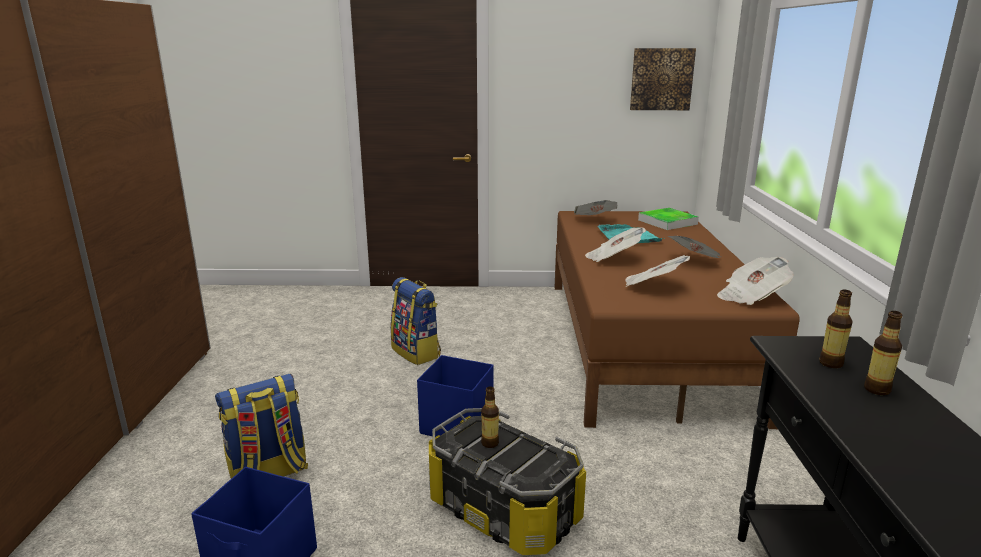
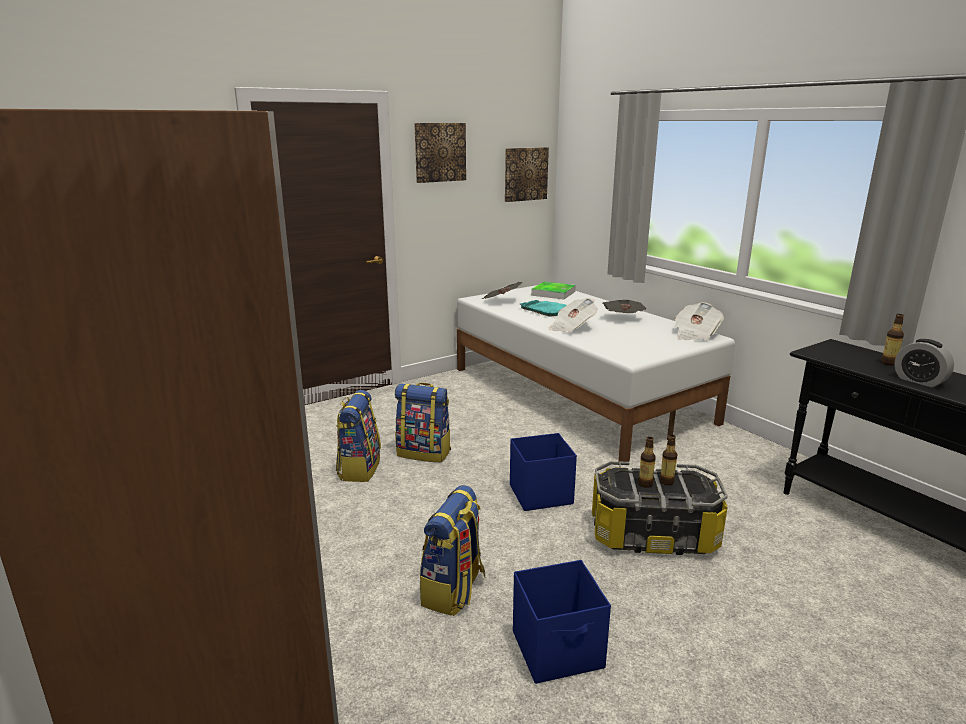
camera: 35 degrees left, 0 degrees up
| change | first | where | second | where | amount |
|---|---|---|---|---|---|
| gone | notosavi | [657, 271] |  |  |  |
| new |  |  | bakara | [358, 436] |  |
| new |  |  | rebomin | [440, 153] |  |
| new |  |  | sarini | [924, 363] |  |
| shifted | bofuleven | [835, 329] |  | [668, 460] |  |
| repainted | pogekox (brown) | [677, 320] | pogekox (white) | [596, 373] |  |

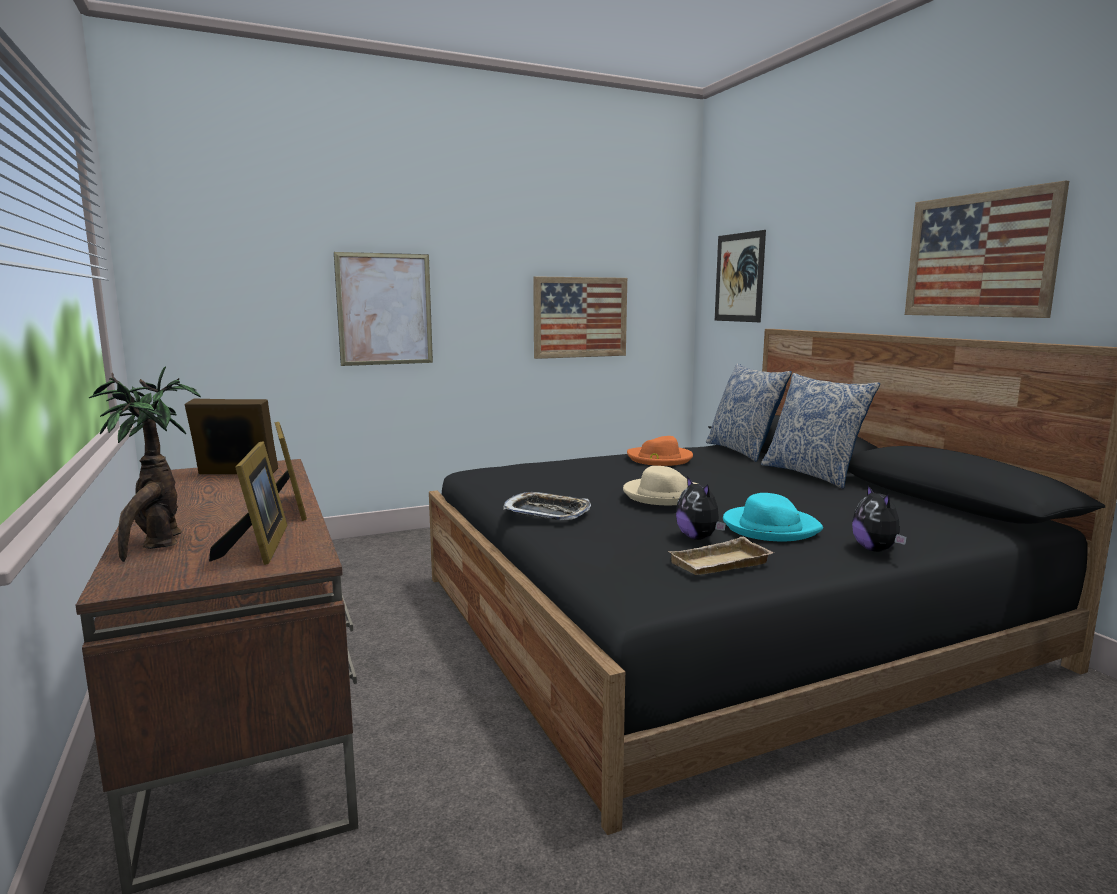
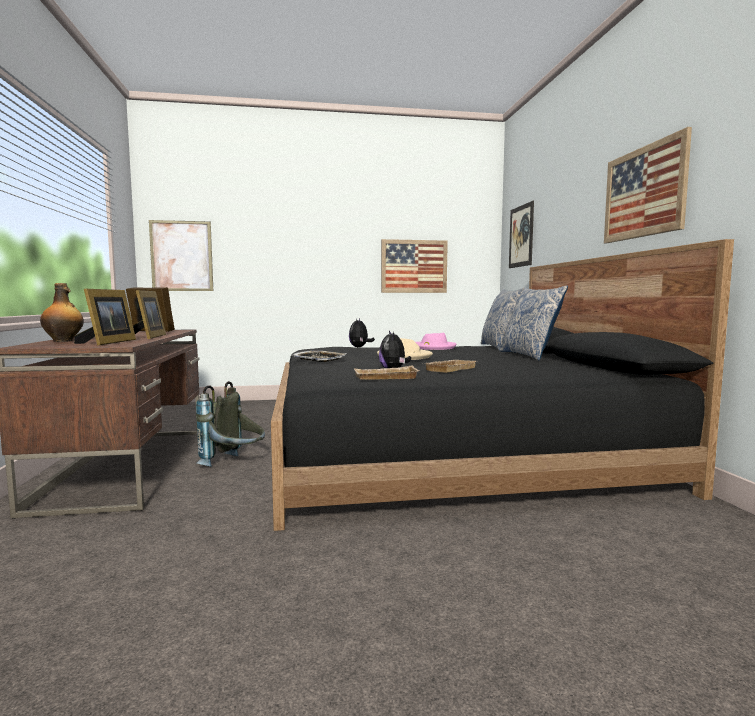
camera: 15 degrees right, 5 degrees down
| change | first | where | second | where | amount |
|---|---|---|---|---|---|
| new |  |  | bakara (grey) | [230, 424] |  |
| shifted | rebomin | [383, 309] |  | [181, 255] |  |
| shifted | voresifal | [879, 518] |  | [362, 332] |  |
| swapped | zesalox | [145, 464] | bofuleven | [62, 312] |  |
| swapped | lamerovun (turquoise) | [773, 517] | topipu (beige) | [450, 366] |  |
| repainted | lamerovun (orange) | [660, 451] | lamerovun (pink) | [436, 341] |  |

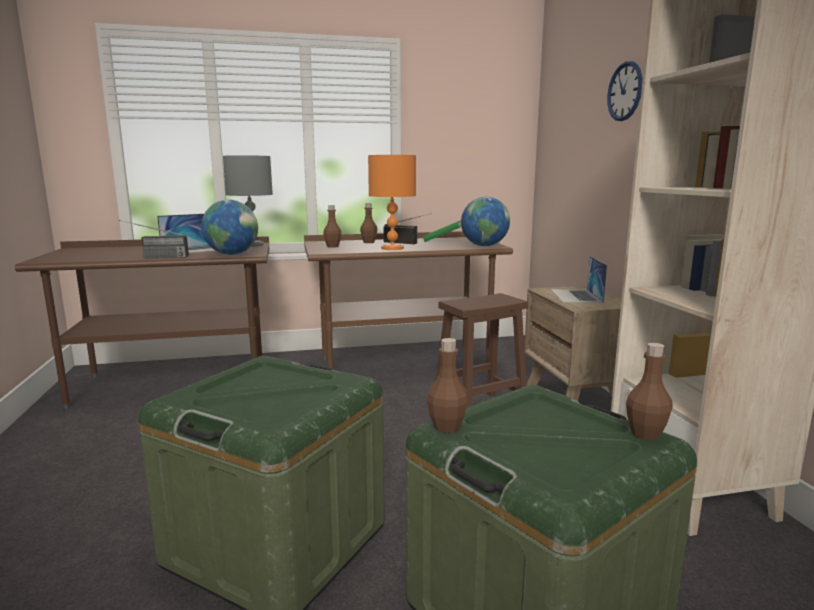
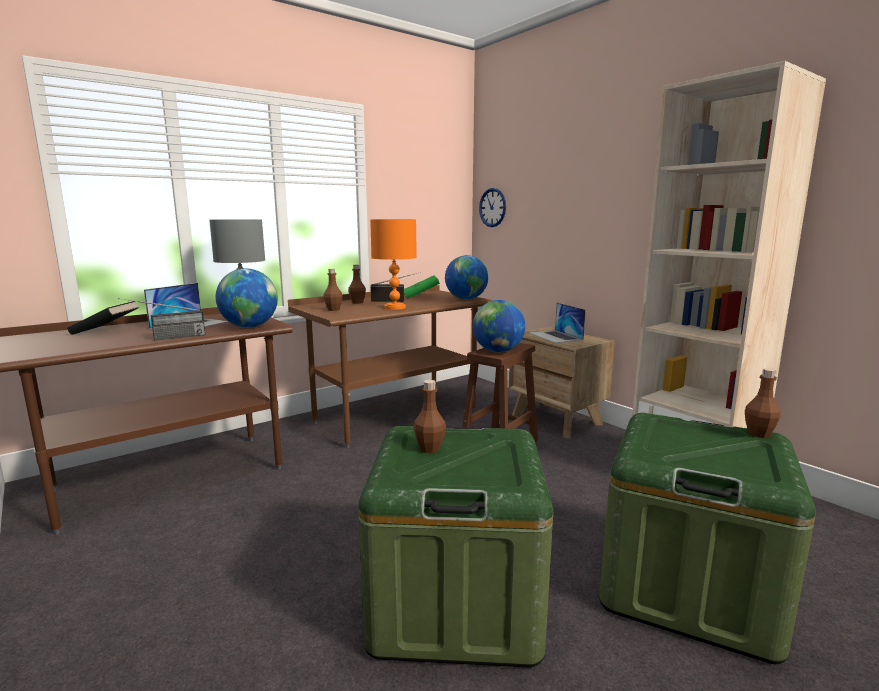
camera: 25 degrees left, 0 degrees up
| change | first | where | second | where | amount |
|---|---|---|---|---|---|
| new |  |  | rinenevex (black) | [103, 318] |  |
| new |  |  | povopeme | [499, 326] |  |
| shifted | bofuleven (brown) | [447, 385] |  | [430, 416] |  |
| shifted | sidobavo | [625, 91] |  | [492, 207] |  |

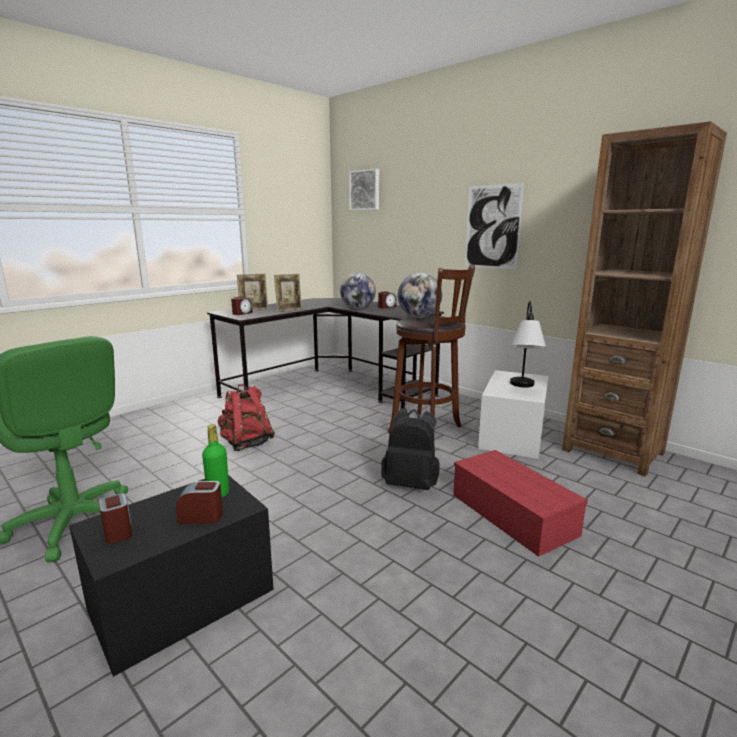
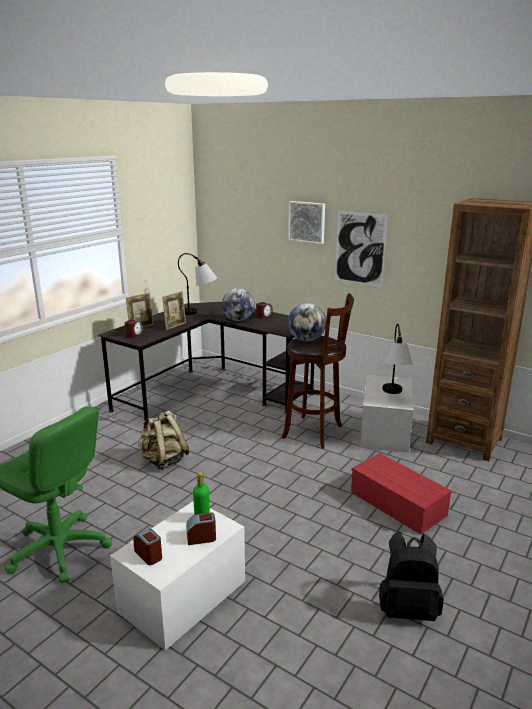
camera: 10 degrees left, 5 degrees up
| change | first | where | second | where | amount |
|---|---|---|---|---|---|
| new |  |  | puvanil | [197, 284] |  |
| shifted | rebomin | [364, 190] |  | [306, 222] |  |
| shifted | bakara (black) | [410, 449] |  | [411, 576] |  |
| repainted | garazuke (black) | [171, 576] | garazuke (white) | [177, 576] |  |
| repainted | bakara (red) | [246, 417] | bakara (beige) | [163, 440] |  |

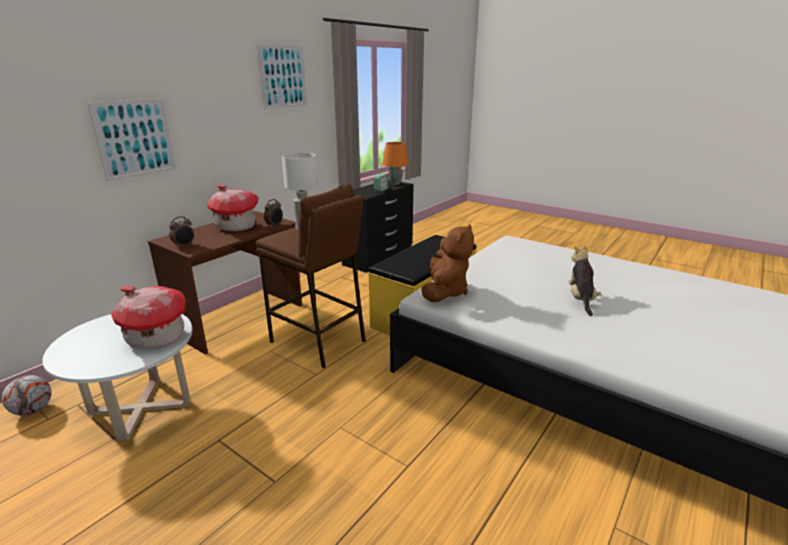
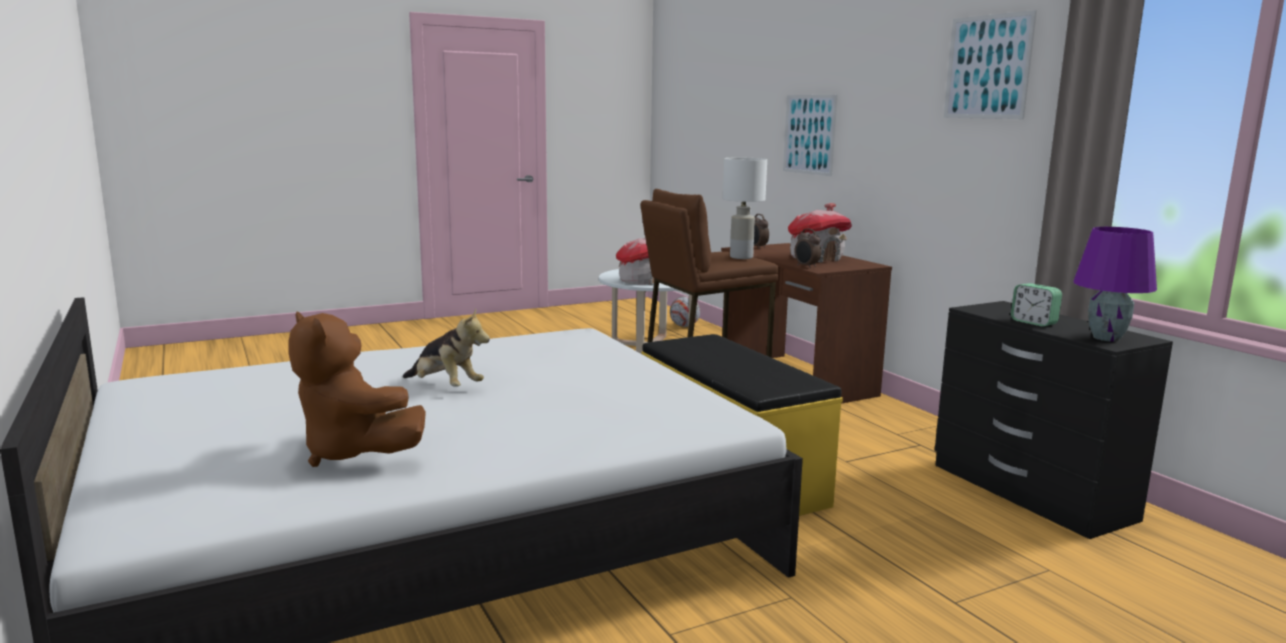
camera: 115 degrees right, 10 degrees down
| change | first | where | second | where | amount |
|---|---|---|---|---|---|
| shifted | voresifal (brown) | [447, 263] |  | [357, 389] |  |
| repainted | puvanil (orange) | [395, 163] | puvanil (purple) | [1115, 284] |  |

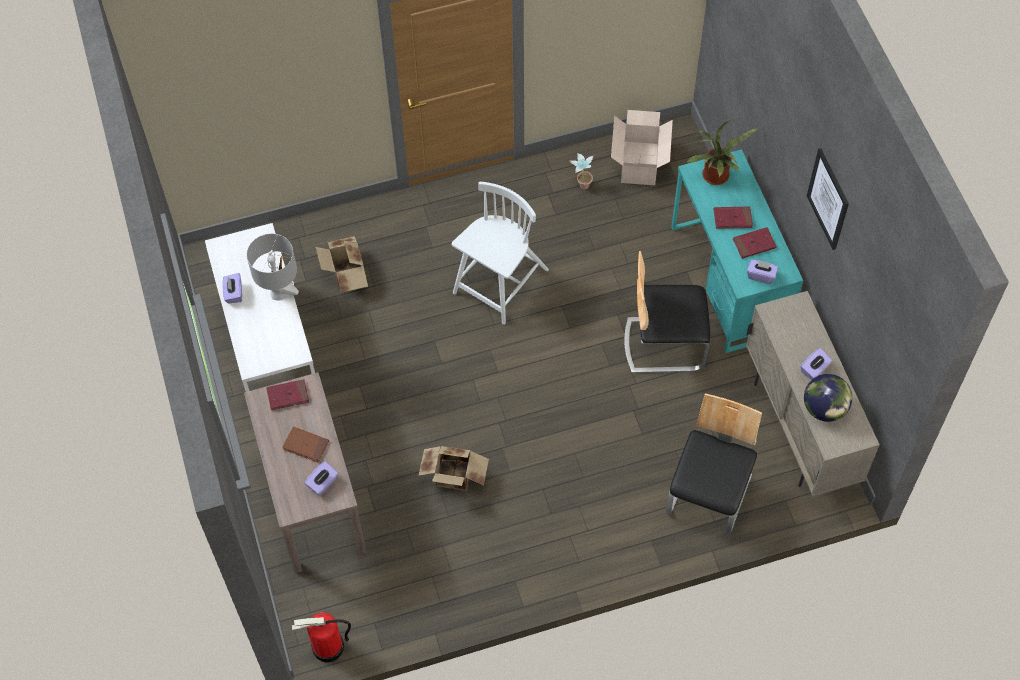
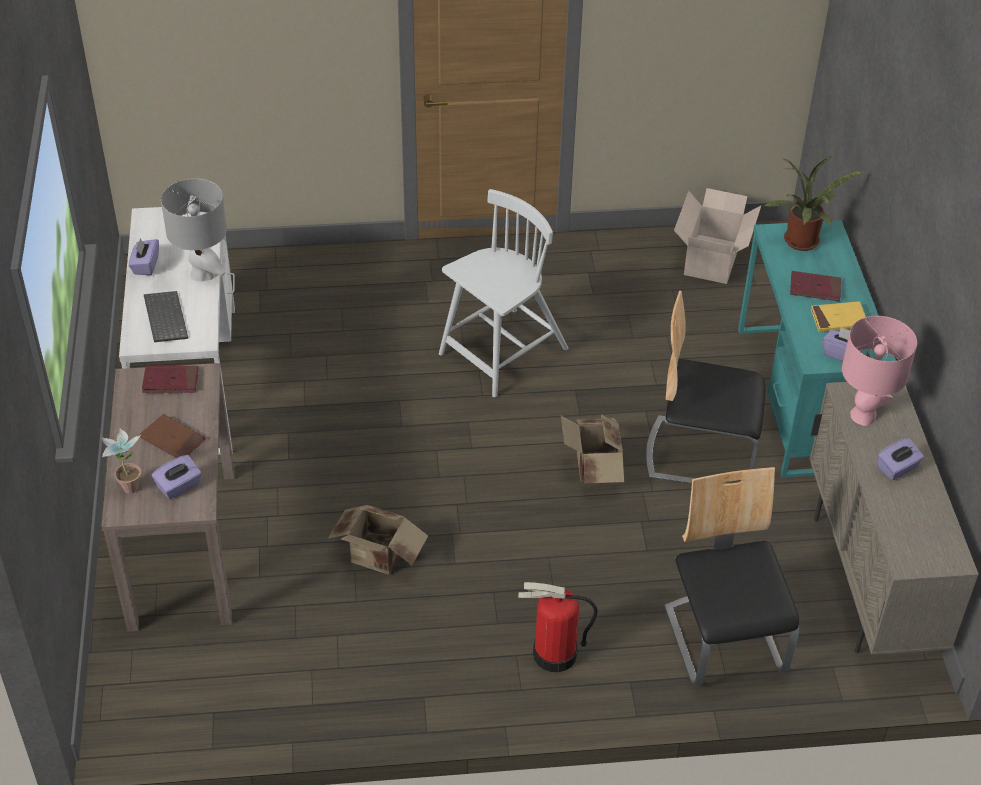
camera: 10 degrees right, 15 degrees down
| change | first | where | second | where | amount |
|---|---|---|---|---|---|
| gone | povopeme | [828, 398] |  |  |  |
| gone | rebomin | [828, 199] |  |  |  |
| new |  |  | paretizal | [166, 316] |  |
| new |  |  | puvanil (pink) | [879, 371] |  |
| shifted | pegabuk | [321, 637] |  | [557, 627] |  |
| shifted | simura | [341, 264] |  | [592, 449] |  |
| shifted | zesalox | [581, 171] |  | [121, 461] |  |
| repainted | rinenevex (red) | [755, 243] | rinenevex (yellow) | [838, 316] |  |
| rotated | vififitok | [714, 465] |  | [731, 577] | 45 degrees counterclockwise |

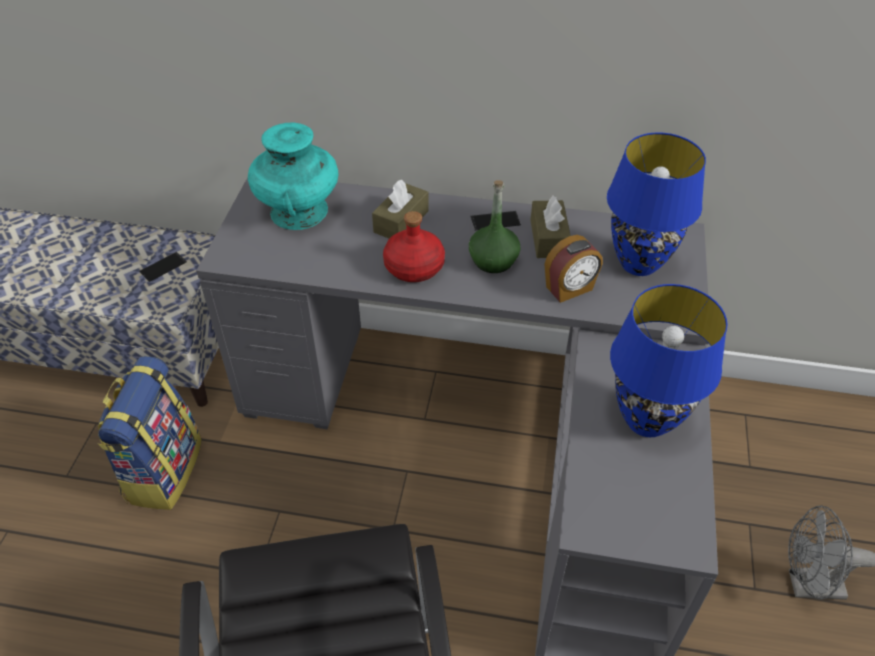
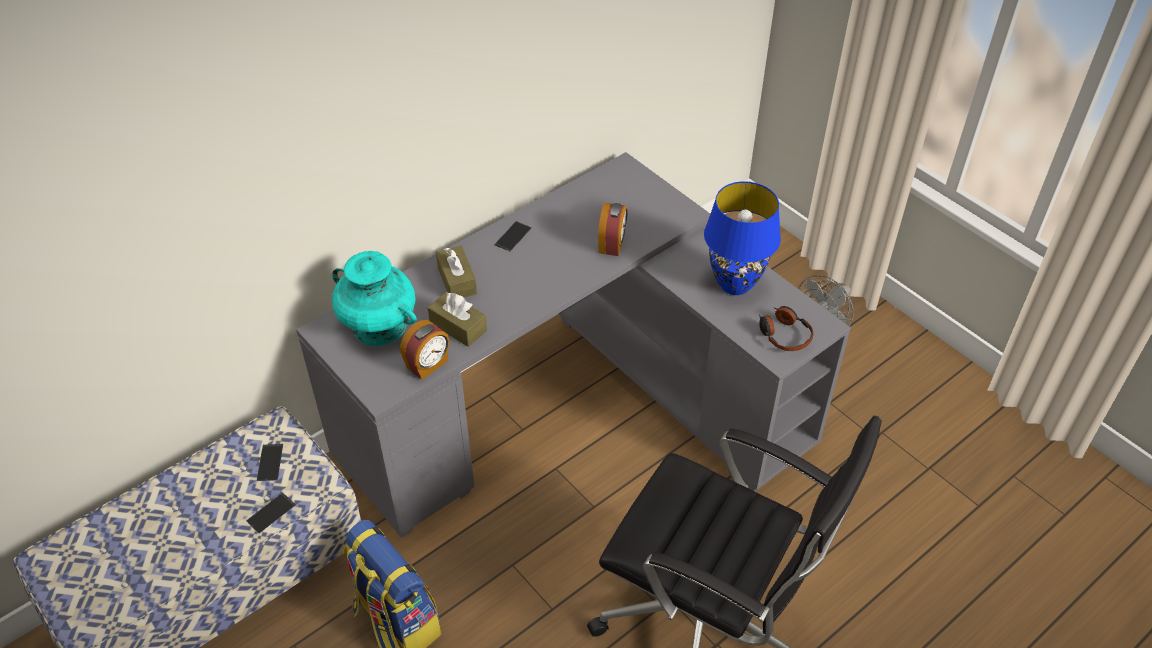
camera: 50 degrees left, 0 degrees up
| change | first | where | second | where | amount |
|---|---|---|---|---|---|
| gone | bofuleven (red) | [414, 246] |  |  |  |
| gone | bofuleven (green) | [495, 226] |  |  |  |
| gone | puvanil (blue) | [656, 204] |  |  |  |
| new |  |  | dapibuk | [271, 513] |  |
| new |  |  | sarini | [424, 350] |  |
| new |  |  | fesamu | [786, 328] |  |
| shifted | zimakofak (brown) | [550, 226] |  | [457, 319] |  |

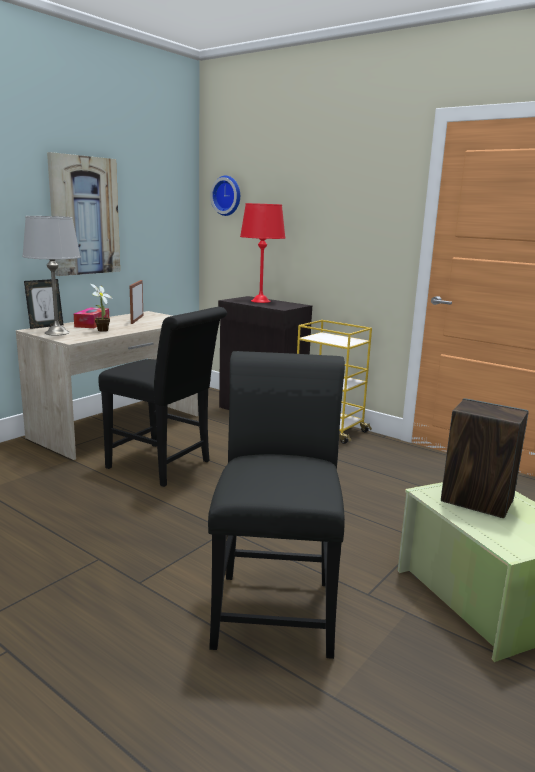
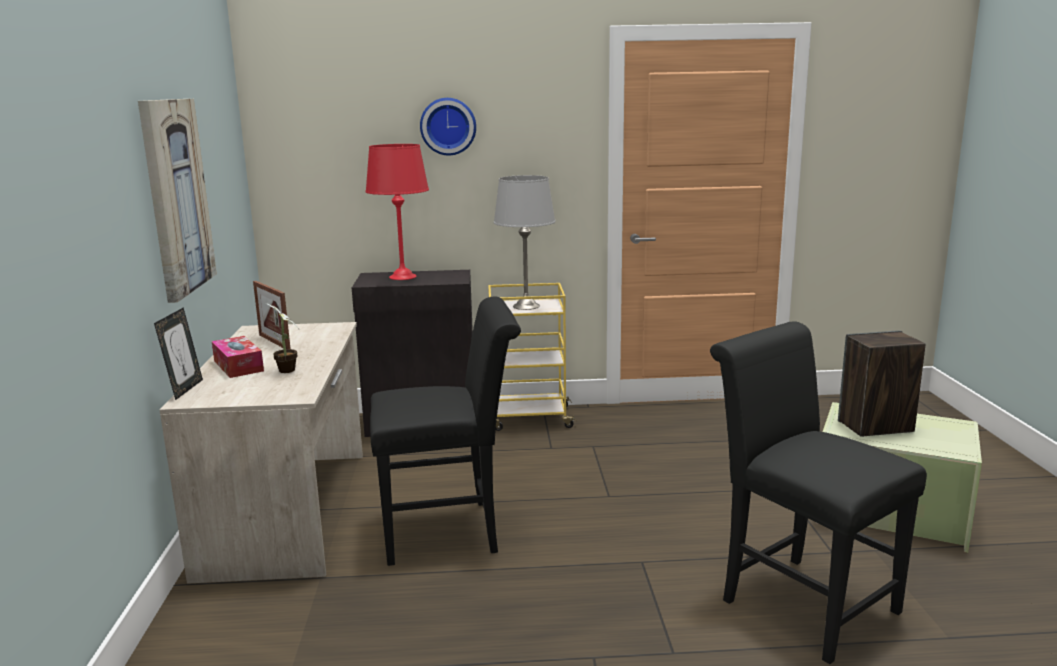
camera: 40 degrees left, 0 degrees up
| change | first | where | second | where | amount |
|---|---|---|---|---|---|
| shifted | puvanil (grey) | [51, 275] |  | [525, 242] |  |
| shifted | sidobavo | [225, 195] |  | [448, 126] |  |

